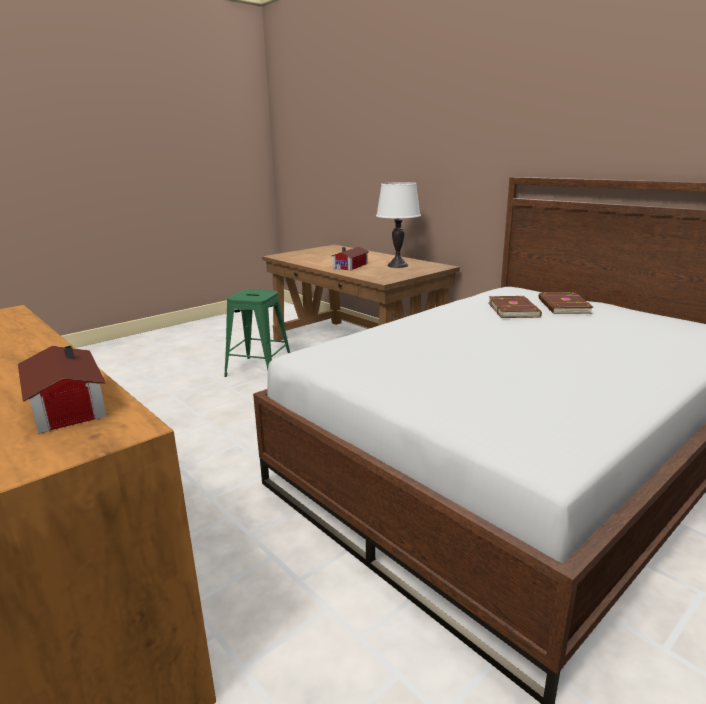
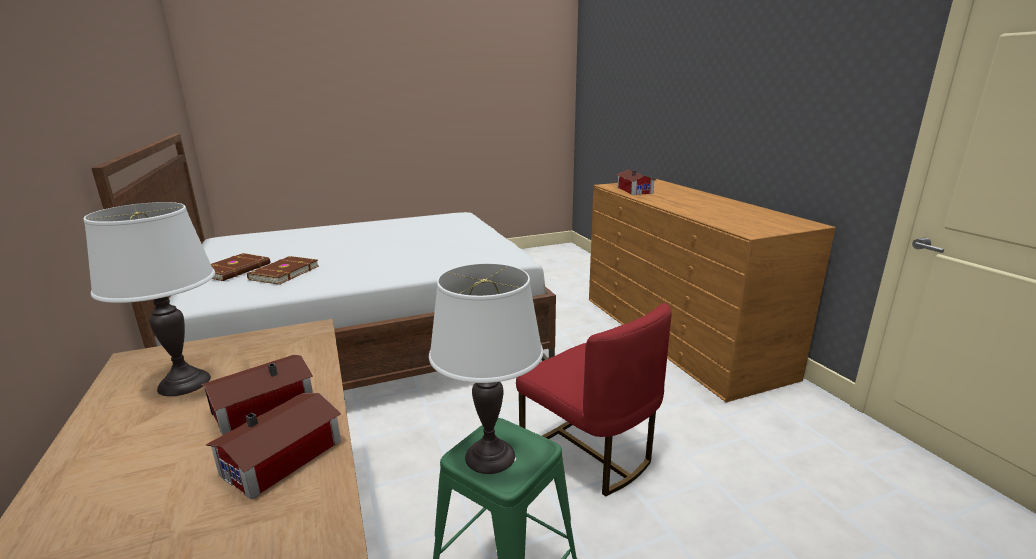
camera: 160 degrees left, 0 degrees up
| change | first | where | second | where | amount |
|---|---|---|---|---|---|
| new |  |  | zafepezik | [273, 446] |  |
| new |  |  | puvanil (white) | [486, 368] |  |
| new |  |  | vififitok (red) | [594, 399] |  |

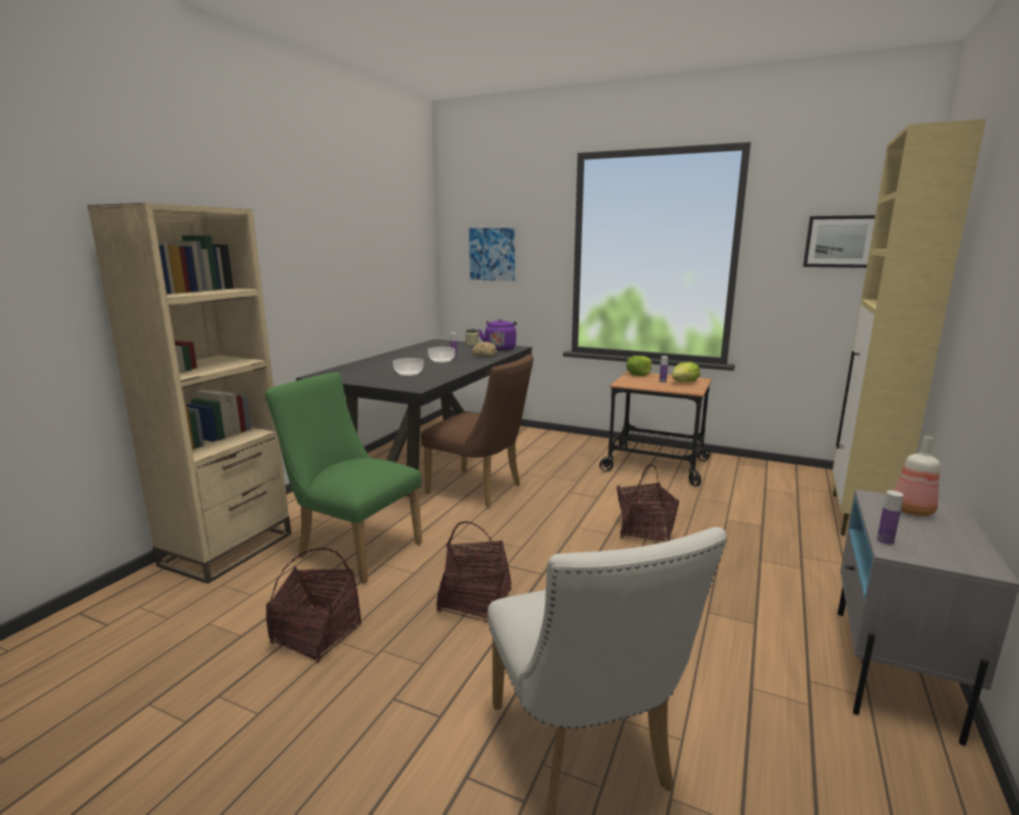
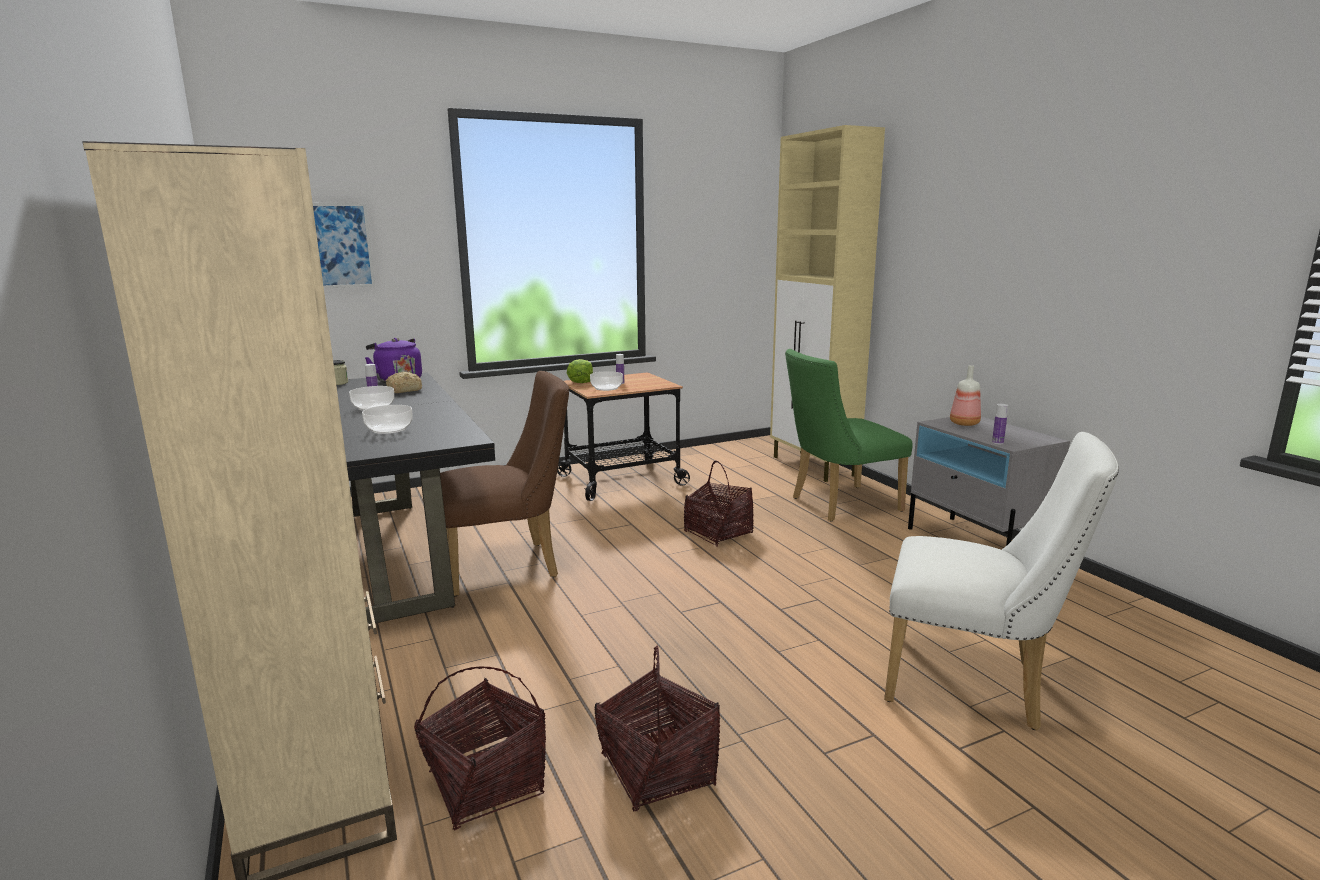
camera: 50 degrees left, 0 degrees up
| change | first | where | second | where | amount |
|---|---|---|---|---|---|
| gone | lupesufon | [686, 372] |  |  |  |
| gone | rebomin | [839, 241] |  |  |  |
| new |  |  | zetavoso | [606, 381] |  |
| shifted | vififitok (green) | [343, 478] |  | [849, 435] |  |
| shifted | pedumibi | [474, 571] |  | [480, 748] |  |

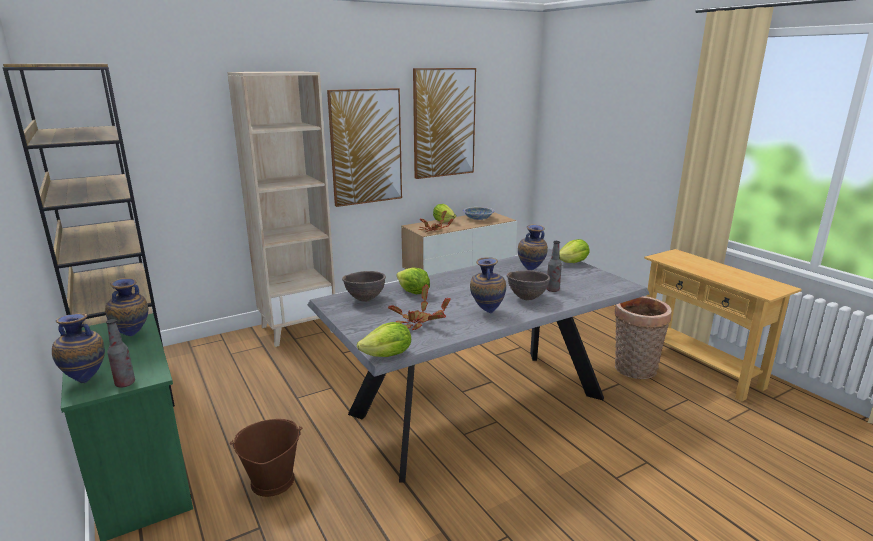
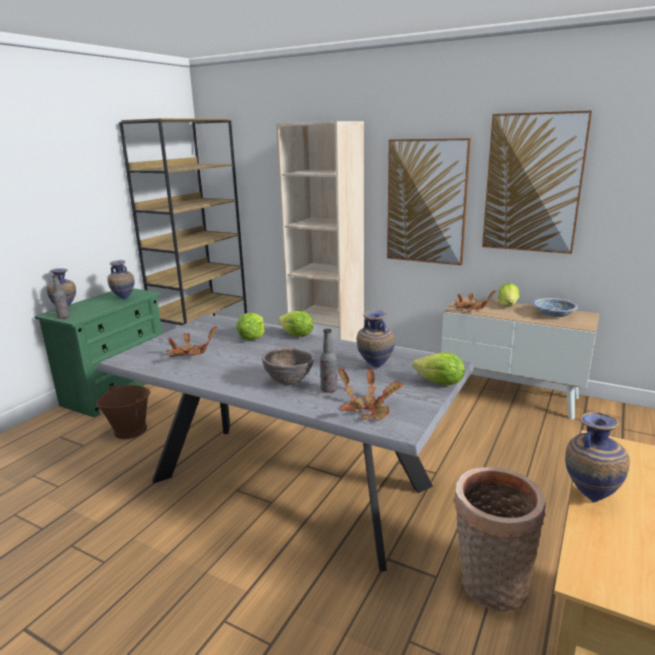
camera: 60 degrees right, 0 degrees up
| change | first | where | second | where | amount |
|---|---|---|---|---|---|
| gone | zetavoso (brown) | [364, 286] |  |  |  |
| new |  |  | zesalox | [371, 394] |  |
| shifted | lupesufon | [384, 339] |  | [296, 324] |  |
| shifted | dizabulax | [488, 286] |  | [597, 457] |  |

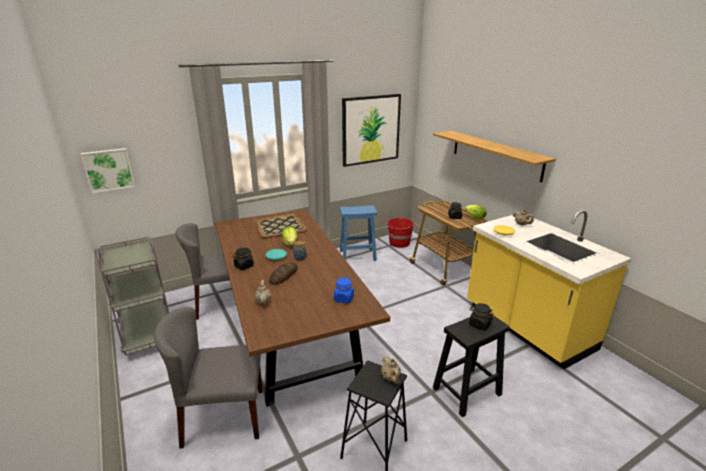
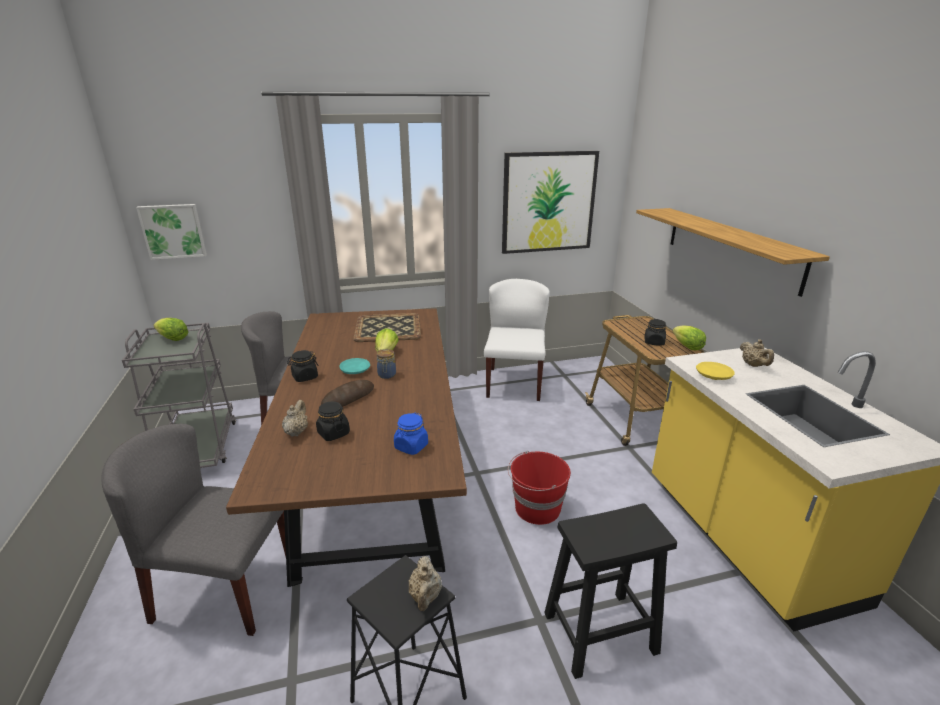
camera: 15 degrees right, 0 degrees up
| change | first | where | second | where | amount |
|---|---|---|---|---|---|
| new |  |  | lupesufon | [170, 329] |  |
| shifted | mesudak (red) | [400, 233] |  | [539, 488] |  |
| shifted | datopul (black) | [481, 317] |  | [333, 421] |  |
| swapped | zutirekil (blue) | [358, 233] | vififitok (white) | [517, 340] |  |

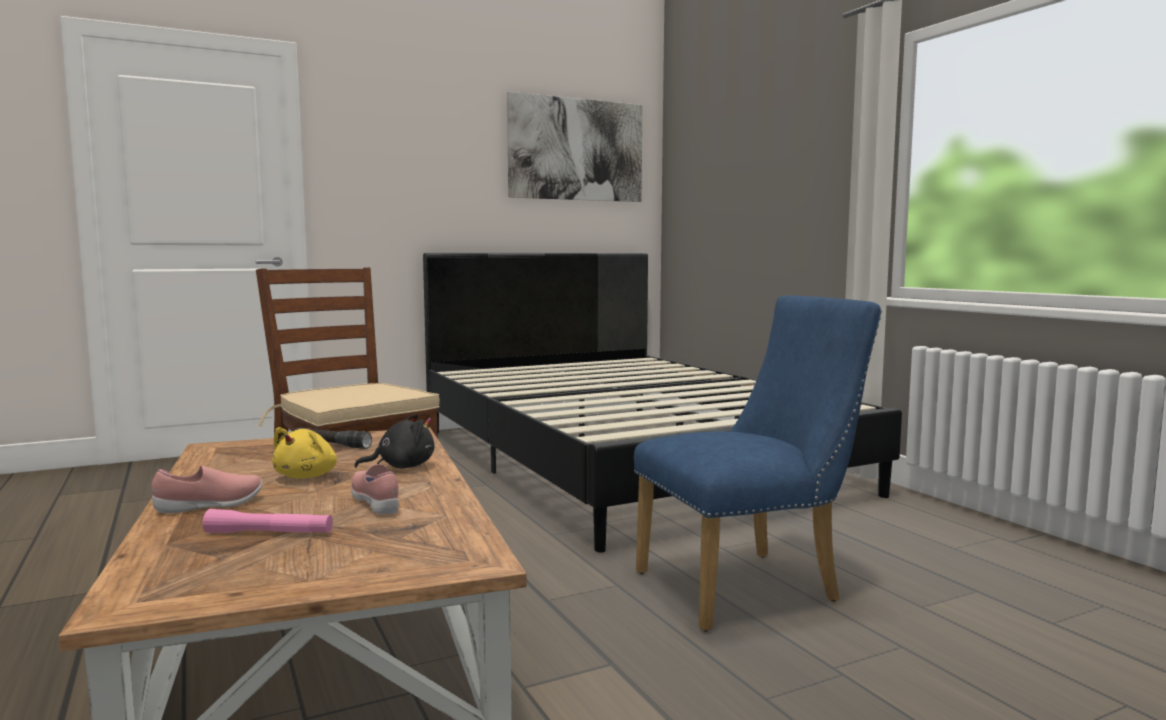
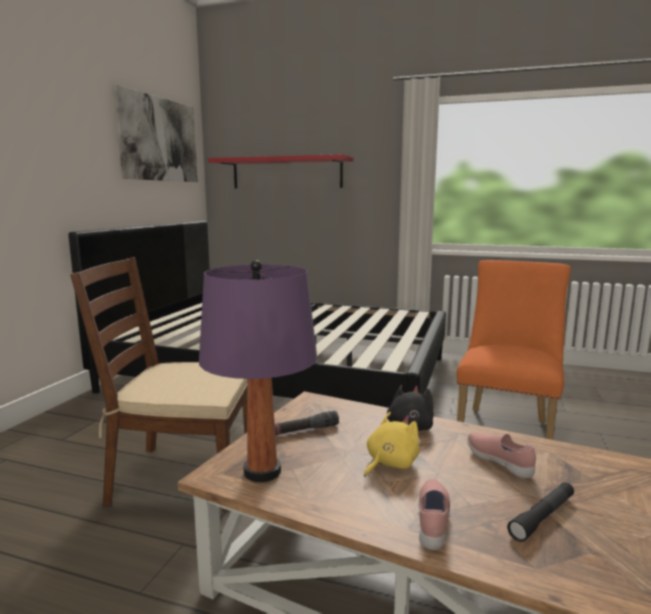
camera: 45 degrees left, 5 degrees up
| change | first | where | second | where | amount |
|---|---|---|---|---|---|
| new |  |  | puvanil (purple) | [258, 371] |  |
| new |  |  | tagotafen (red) | [281, 171] |  |
| repainted | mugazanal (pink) | [268, 521] | mugazanal (black) | [540, 512] |  |
| repainted | vififitok (blue) | [758, 463] | vififitok (orange) | [514, 350] |  |
| rotated | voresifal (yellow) | [304, 452] |  | [392, 444] | 105 degrees counterclockwise |
| rotated | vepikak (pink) | [375, 489] |  | [502, 455] | 45 degrees clockwise |

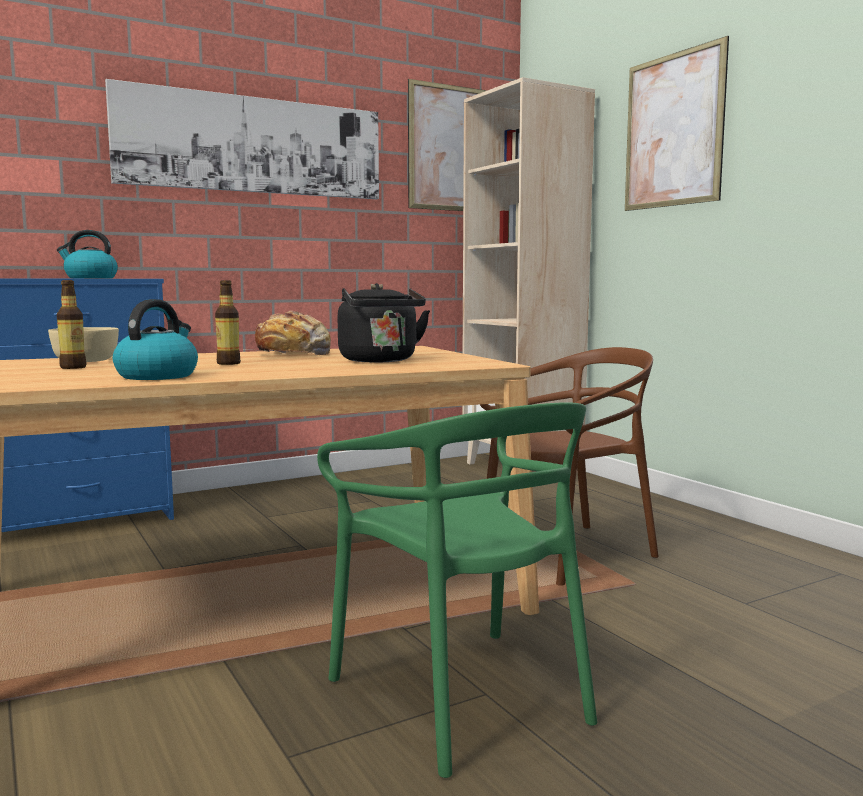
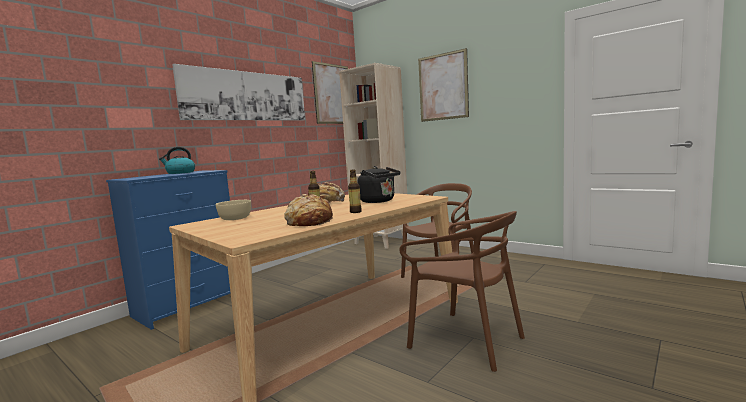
camera: 20 degrees left, 0 degrees up
| change | first | where | second | where | amount |
|---|---|---|---|---|---|
| shifted | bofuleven | [71, 324] |  | [355, 191] |  |
| swapped | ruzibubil | [155, 339] | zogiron | [308, 210] |  |
| repainted | vififitok (green) | [457, 590] | vififitok (brown) | [462, 291] |  |

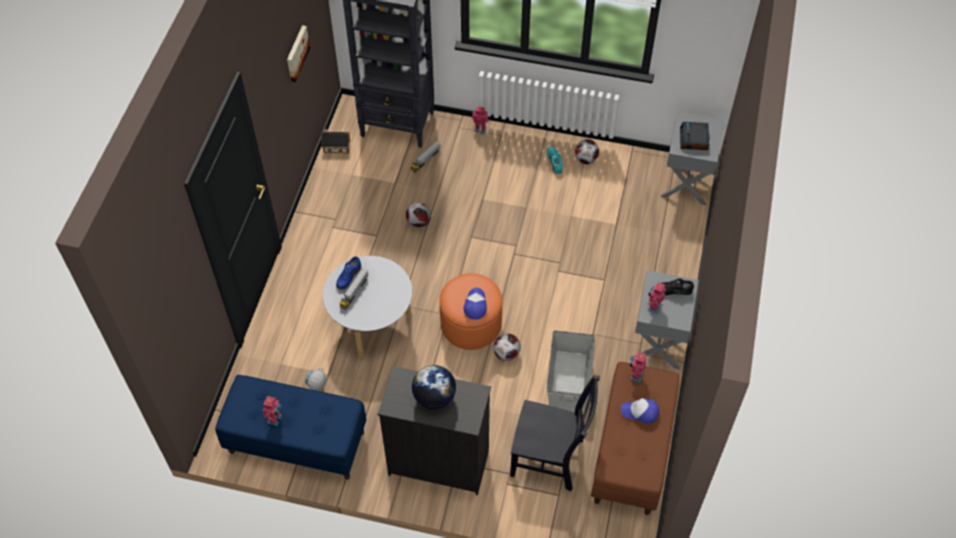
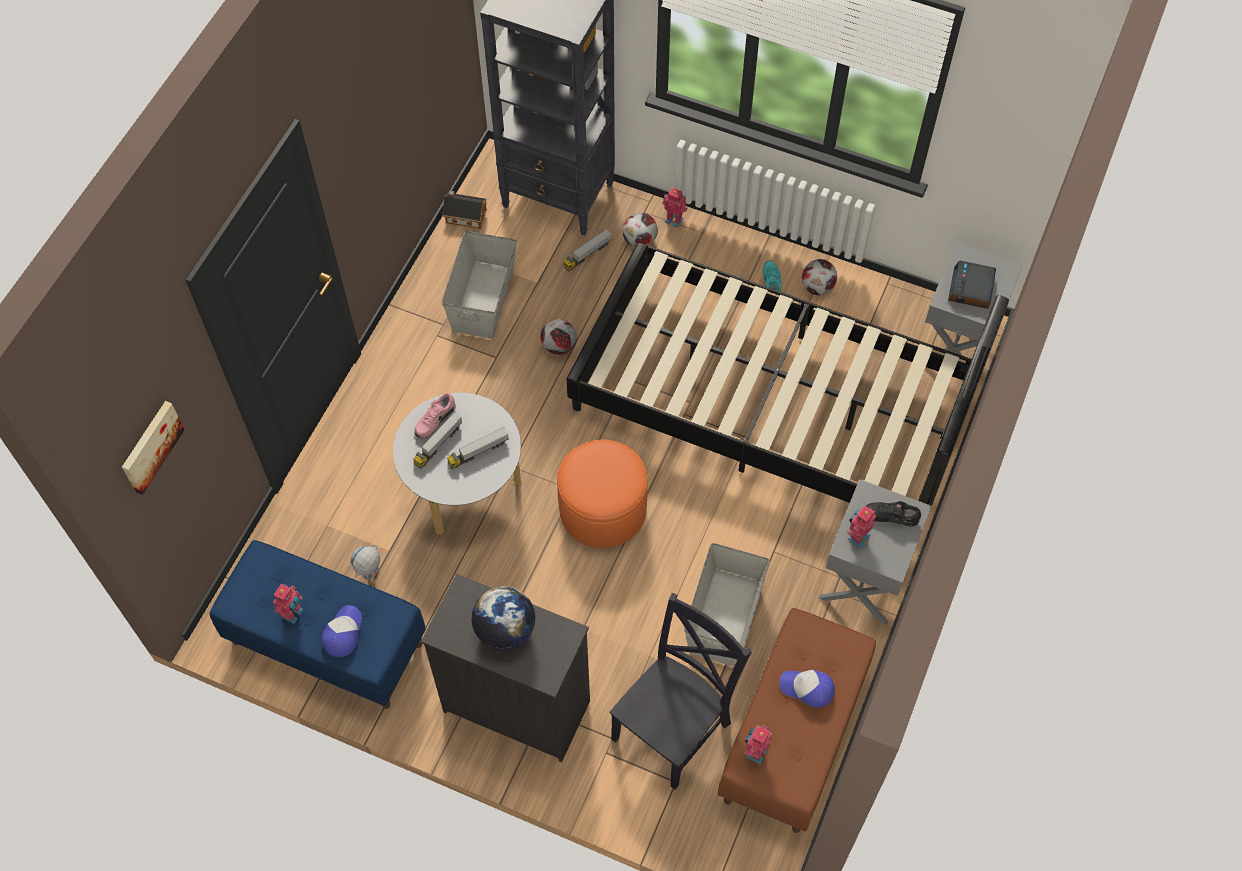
camera: 10 degrees right, 5 degrees up
| change | first | where | second | where | amount |
|---|---|---|---|---|---|
| new |  |  | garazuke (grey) | [479, 285] |  |
| new |  |  | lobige | [478, 448] |  |
| new |  |  | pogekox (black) | [787, 384] |  |
| shifted | rebomin | [298, 53] |  | [153, 448] |  |
| shifted | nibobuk | [475, 304] |  | [341, 631] |  |
| shifted | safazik | [507, 347] |  | [640, 230] |  |
| shifted | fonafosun | [638, 367] |  | [758, 744] |  |
| repainted | vepikak (blue) | [348, 273] | vepikak (pink) | [435, 415] |  |
| rotated | vififitok (black) | [555, 433] |  | [680, 691] | 75 degrees counterclockwise |

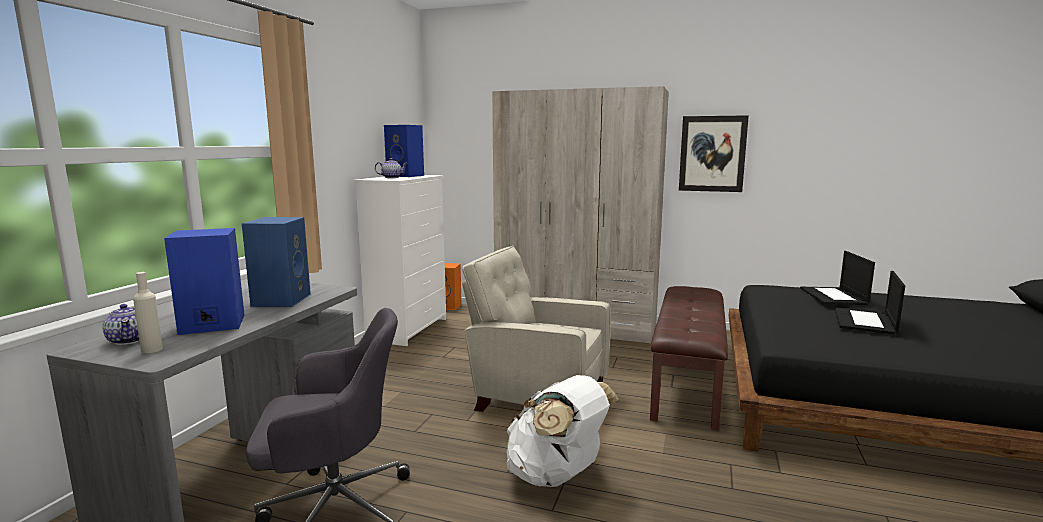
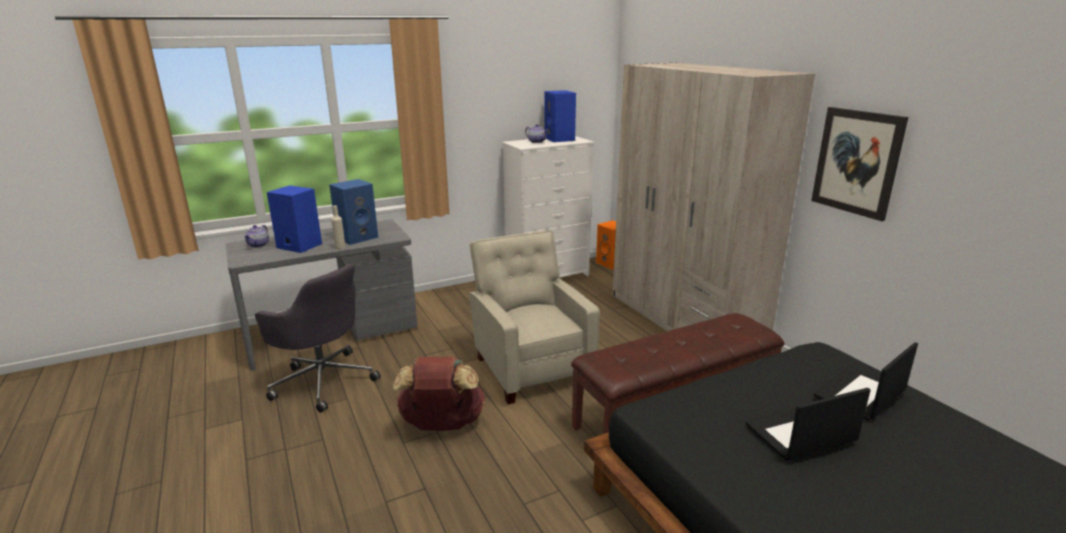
camera: 45 degrees right, 10 degrees up
| change | first | where | second | where | amount |
|---|---|---|---|---|---|
| shifted | bofuleven (beige) | [148, 312] |  | [338, 227] |  |
| repainted | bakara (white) | [563, 431] | bakara (brown) | [439, 393] |  |

